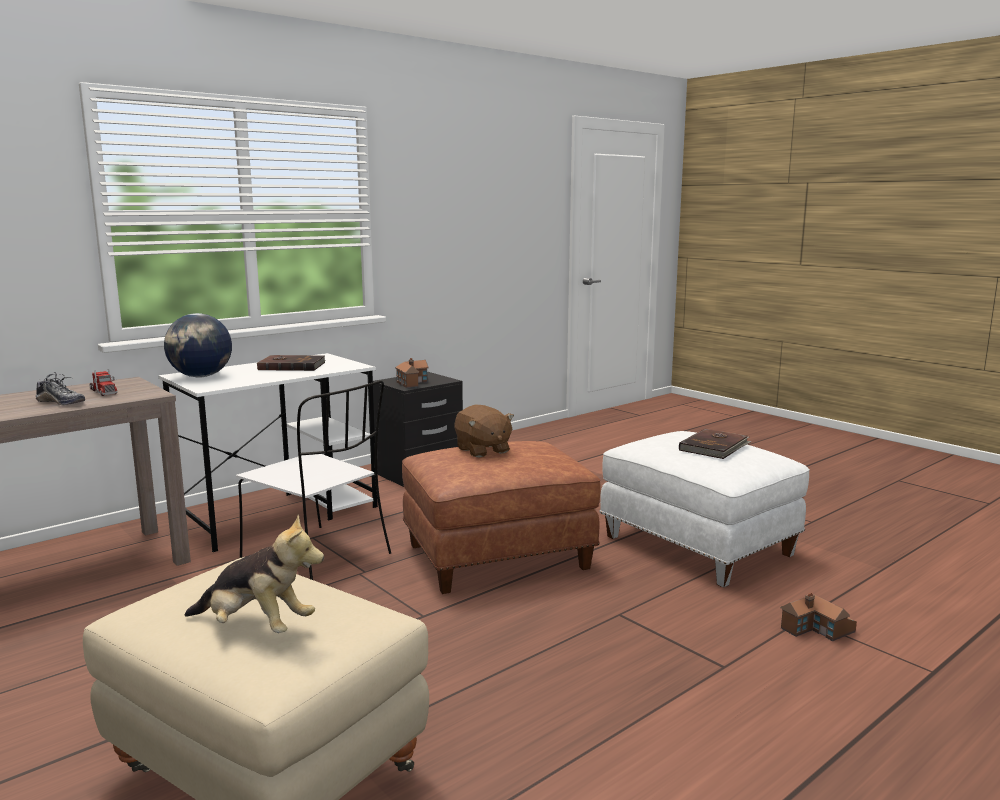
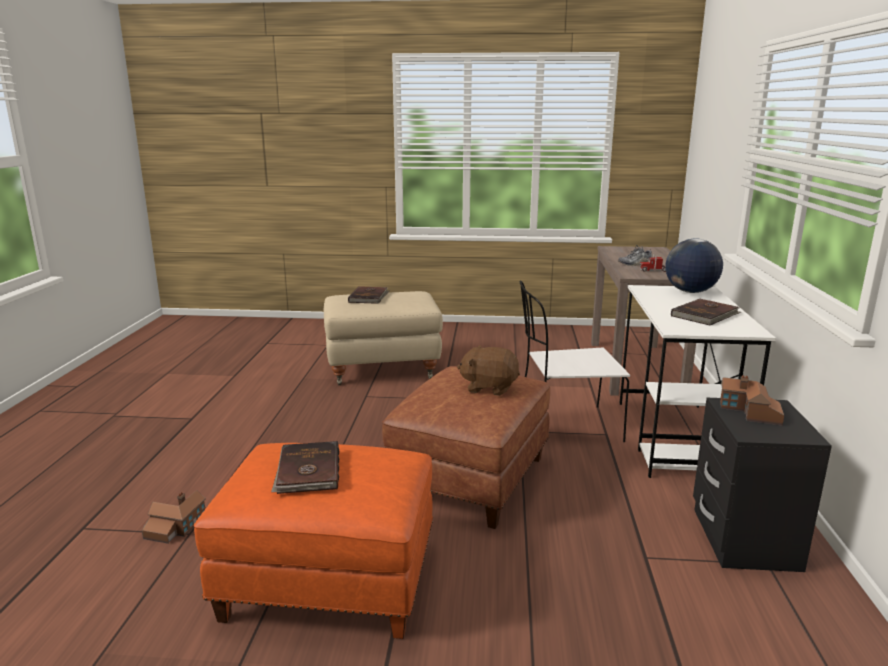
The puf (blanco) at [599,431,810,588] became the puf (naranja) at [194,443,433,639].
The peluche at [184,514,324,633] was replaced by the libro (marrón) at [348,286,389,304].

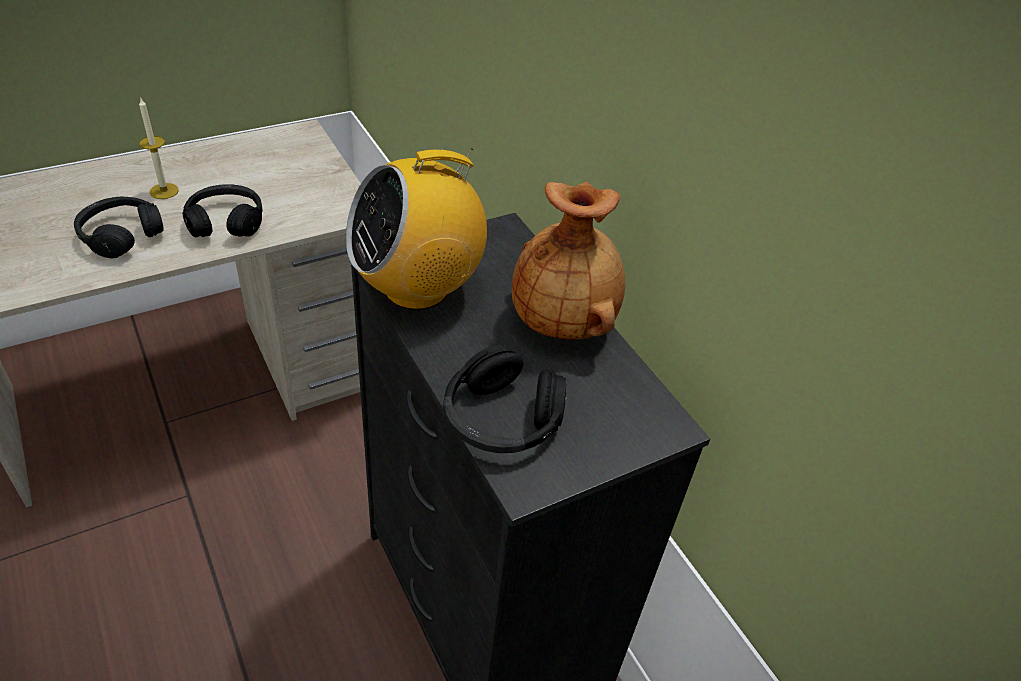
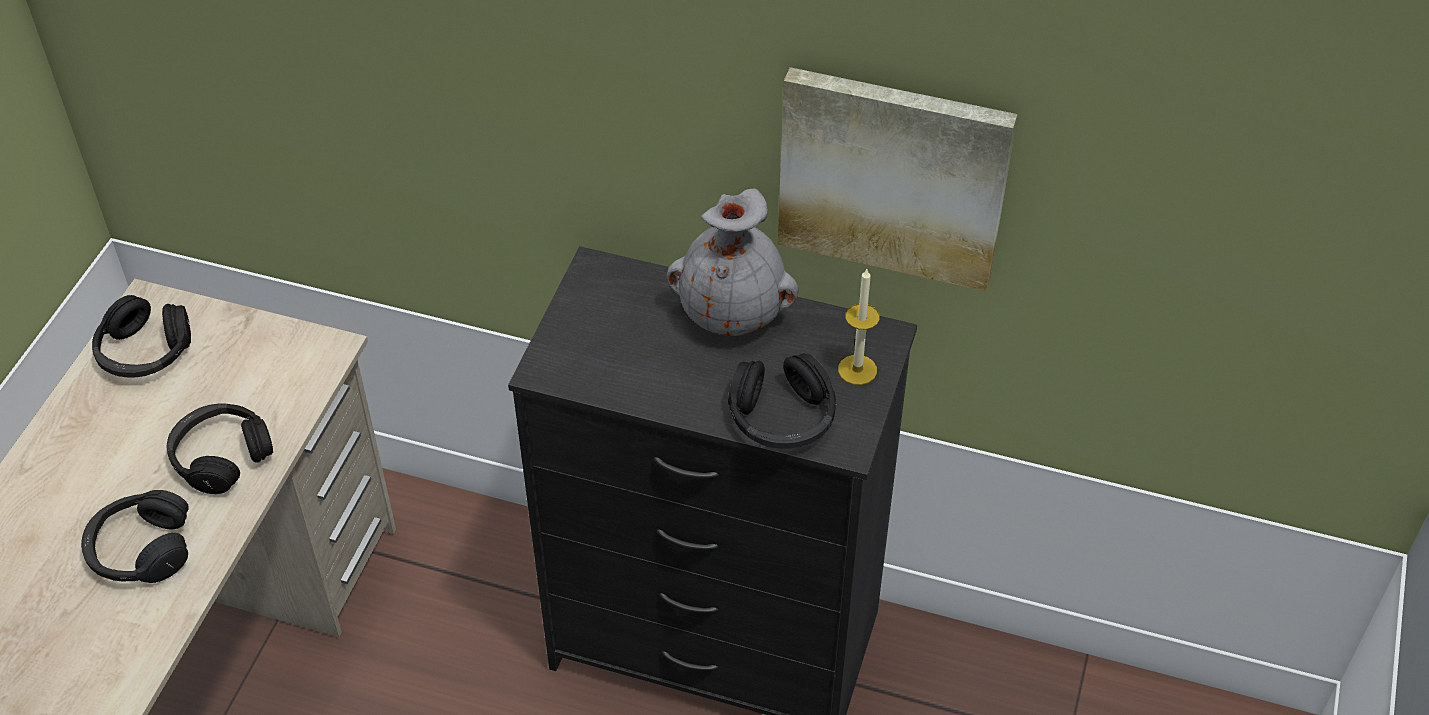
The auriculares (negro) at [92,295,191,378] appeared.
The florero (marrón) at [512,181,625,340] became the florero (gris) at [667,188,799,336].
The cuadro at [778,67,1018,291] appeared.
The vela moved from [139,97,179,199] to [838,269,880,385].
The radio at [346,148,487,310] disappeared.

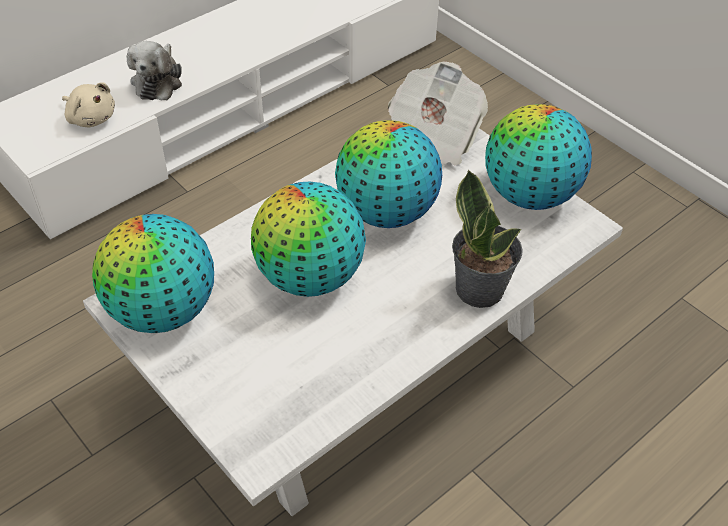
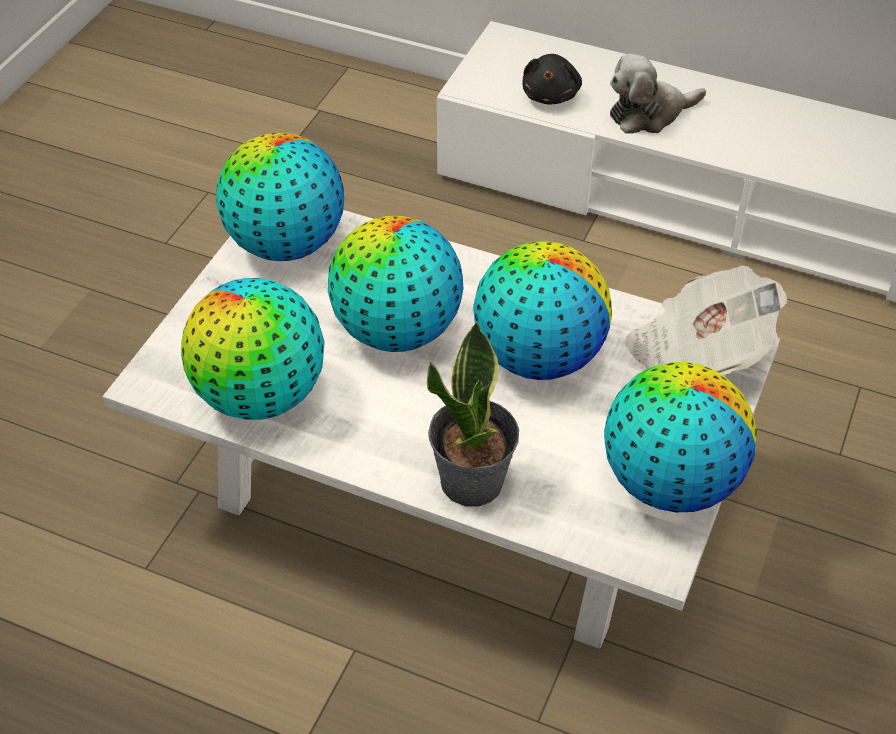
The globo terráqueo at [181,278,325,420] appeared.
The peluche (beis) at [62,82,115,127] became the peluche (negro) at [522,54,582,104].

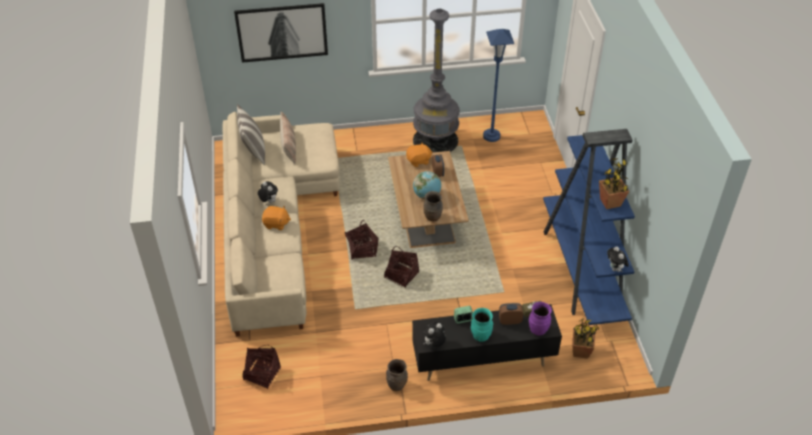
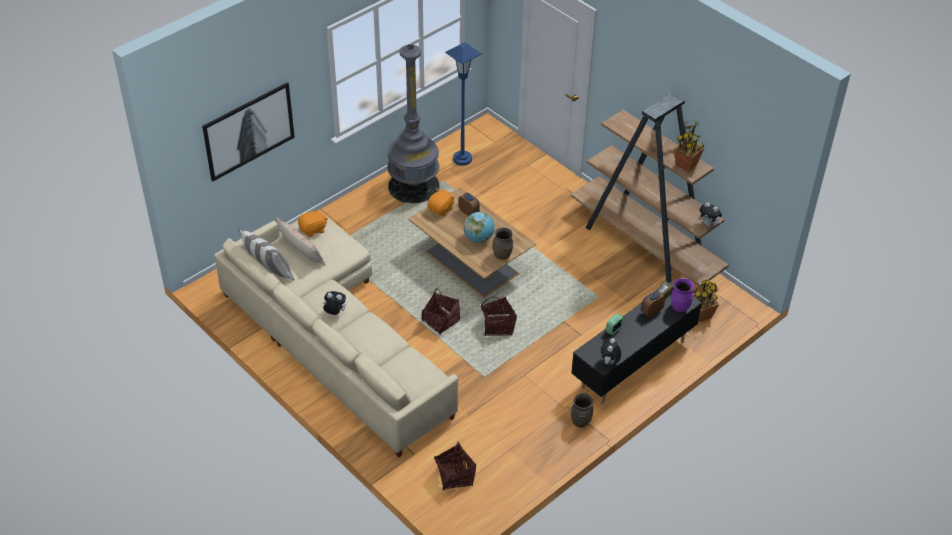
The peluche (naranja) moved from [262,206,291,230] to [298,209,328,237].
The estantería (azul) at [543,129,635,325] became the estantería (marrón) at [571,93,729,287].
The florero (turquesa) at [471,308,493,342] disappeared.

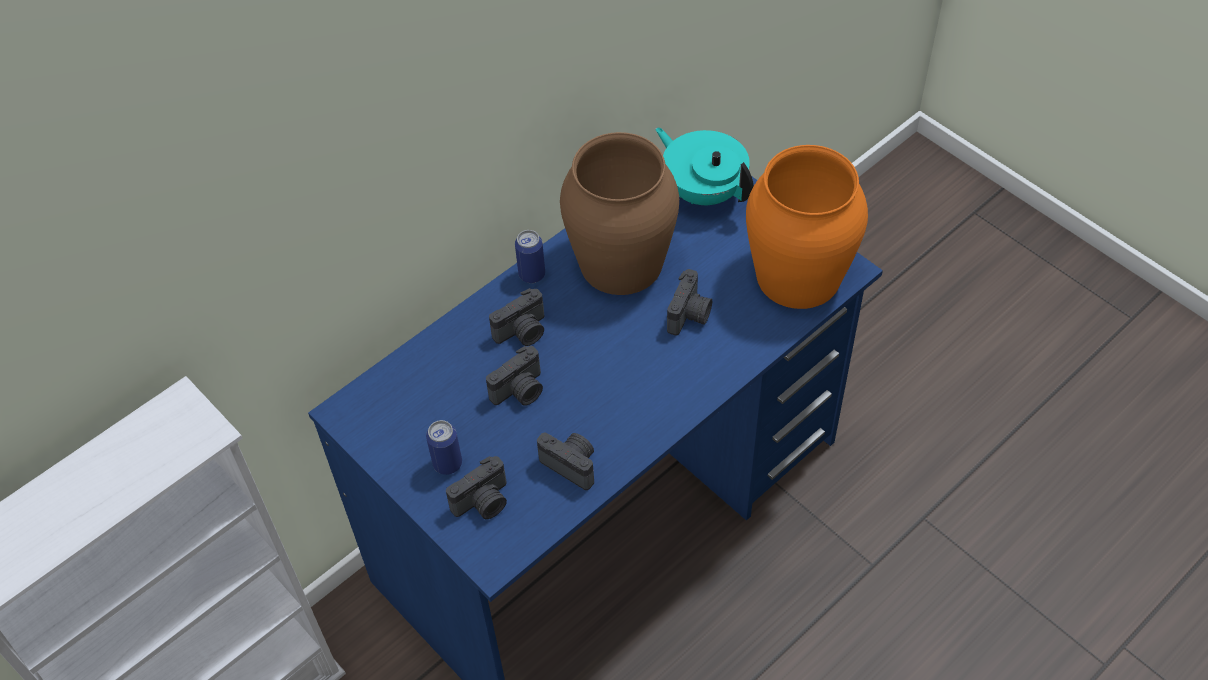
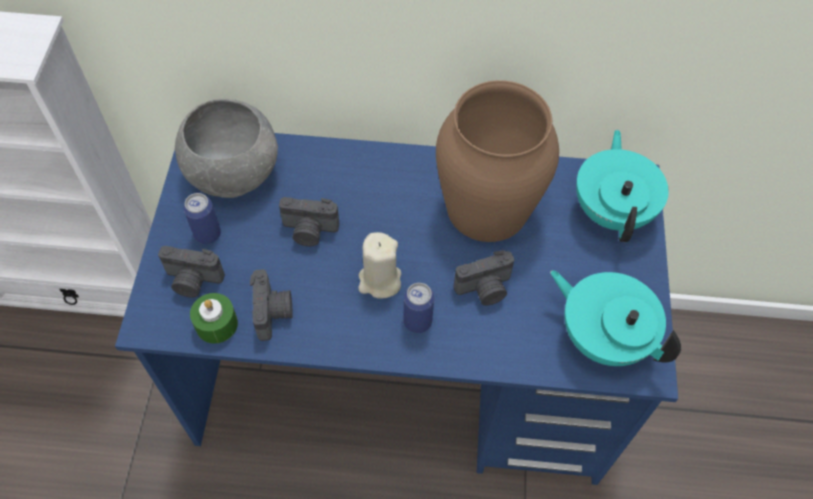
The cuenco (gris) at [175,99,278,198] appeared.
The vela (verde) at [190,293,238,344] appeared.
The vela (beis) at [358,232,401,299] appeared.
The lata moved from [515,230,545,283] to [403,283,434,333].
The florero (naranja) at [746,145,868,309] was replaced by the tetera (turquesa) at [550,270,681,366].
The cámara at [489,288,544,346] disappeared.

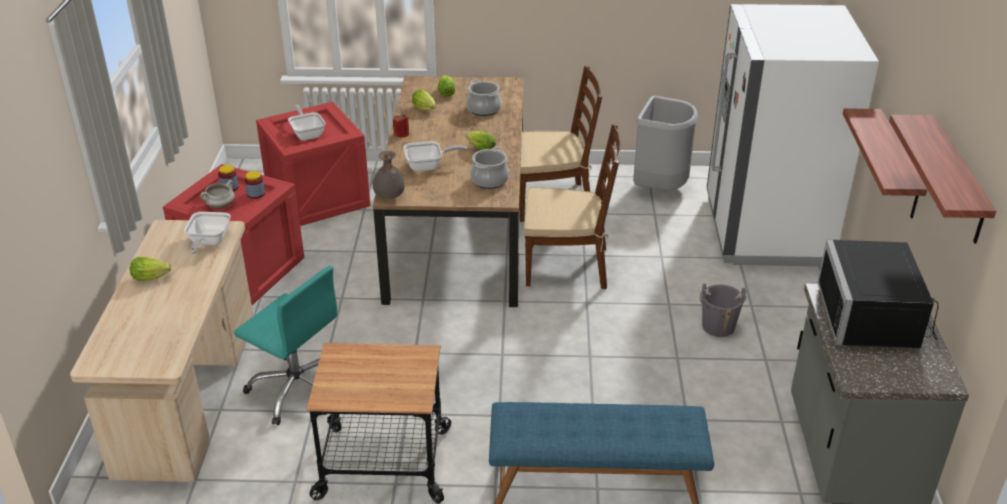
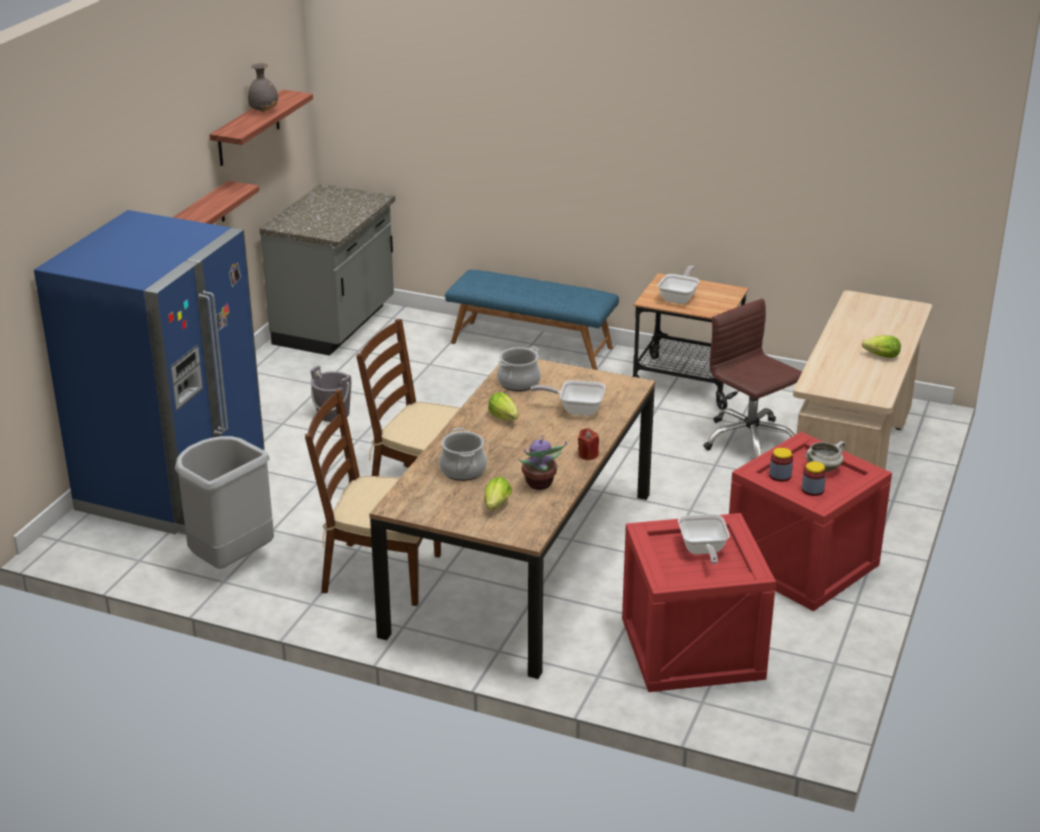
The nevera (blanco) at [707,4,879,266] became the nevera (azul) at [34,210,265,535].
The florero (gris) moved from [373,151,405,199] to [248,63,278,112].
The lechuga at [412,89,436,111] was replaced by the planta en maceta at [518,435,567,490].
The sartén moved from [184,212,231,254] to [658,266,699,304].
The silla de oficina (turquesa) at [234,266,337,425] became the silla de oficina (marrón) at [703,298,802,458].
The microondas (negro) at [817,240,939,348] disappeared.

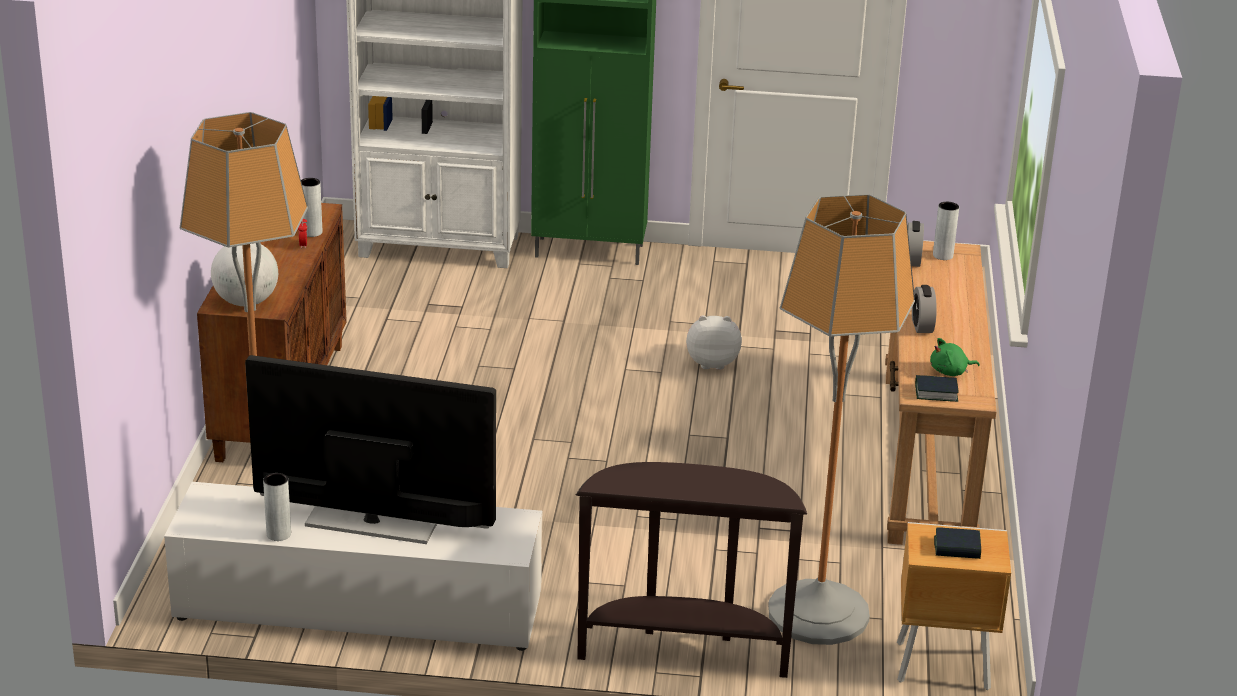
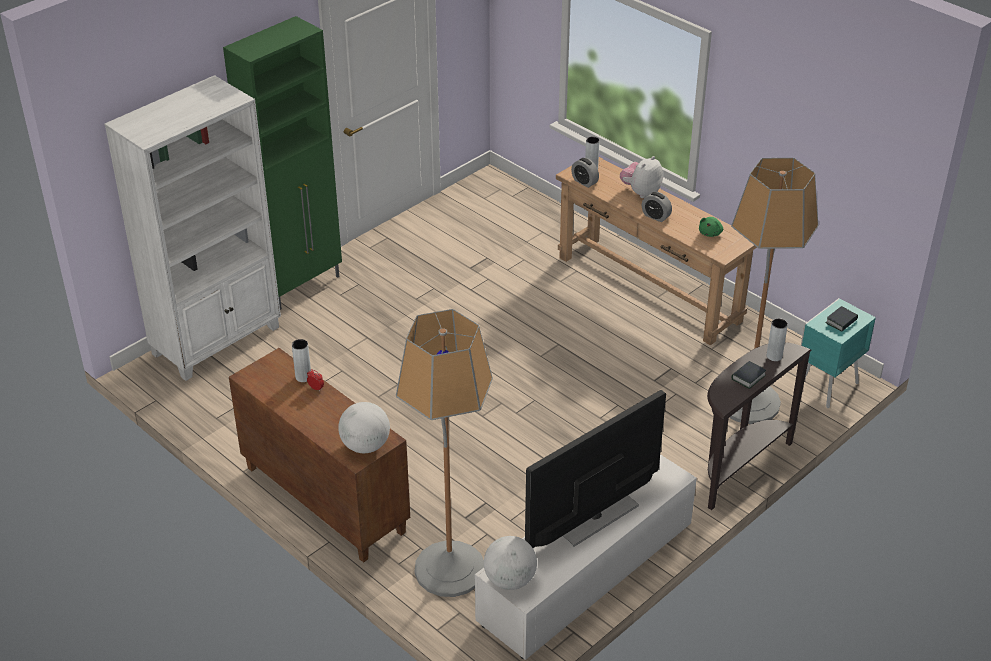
The globo terráqueo at [484,536,537,590] appeared.
The peluche moved from [686,315,742,370] to [620,156,663,198].
The libro moved from [915,375,958,402] to [732,361,766,389].
The florero (gris) moved from [263,473,291,541] to [767,318,788,361].
The mesita de noche (marrón) at [897,522,1011,690] became the mesita de noche (turquesa) at [801,298,876,408].

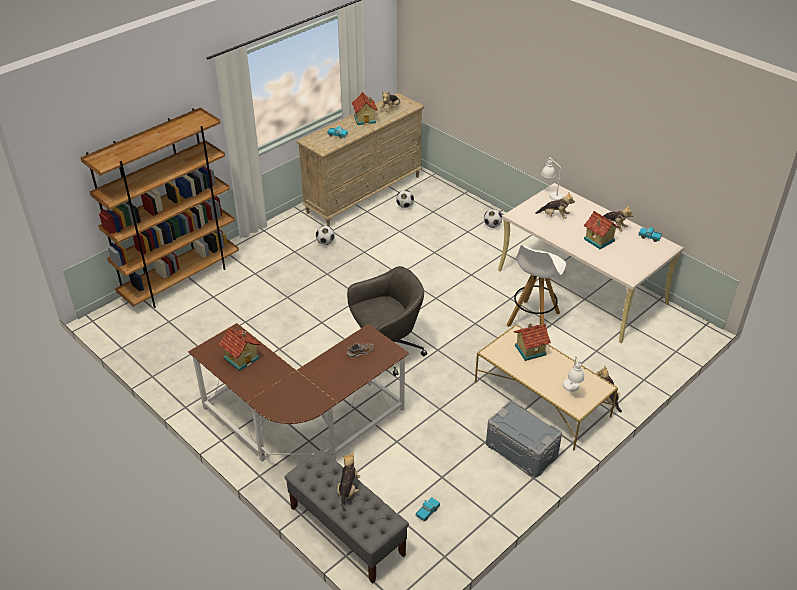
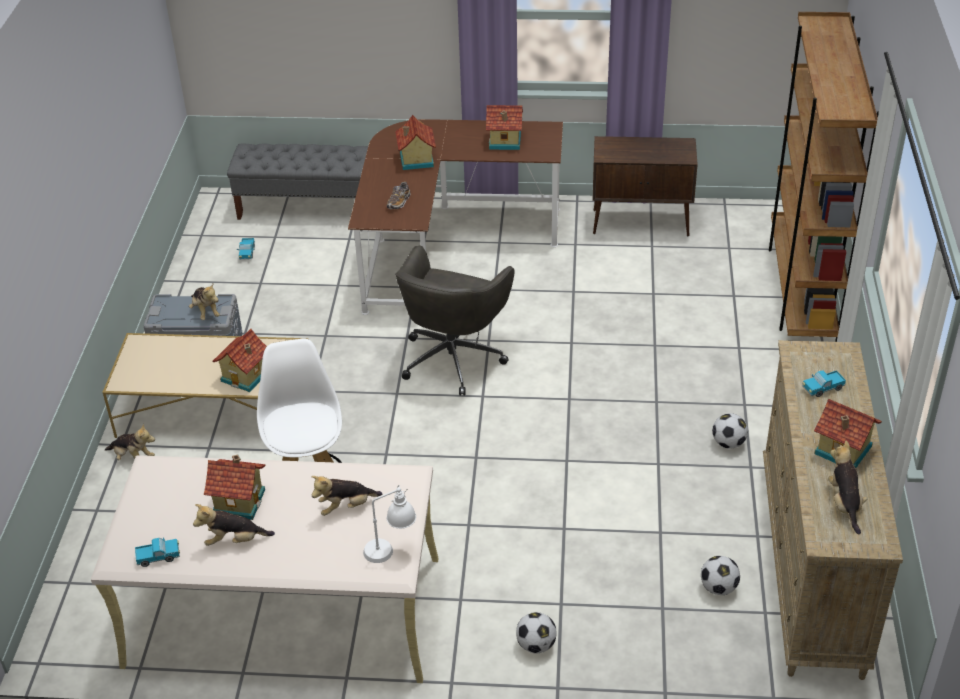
The peluche moved from [337,452,360,511] to [189,283,220,320].
The casita at [395,115,436,170] appeared.
The armario (marrón) at [593,136,698,236] appeared.
The lámpara de mesa (blanco) at [562,356,585,392] disappeared.

